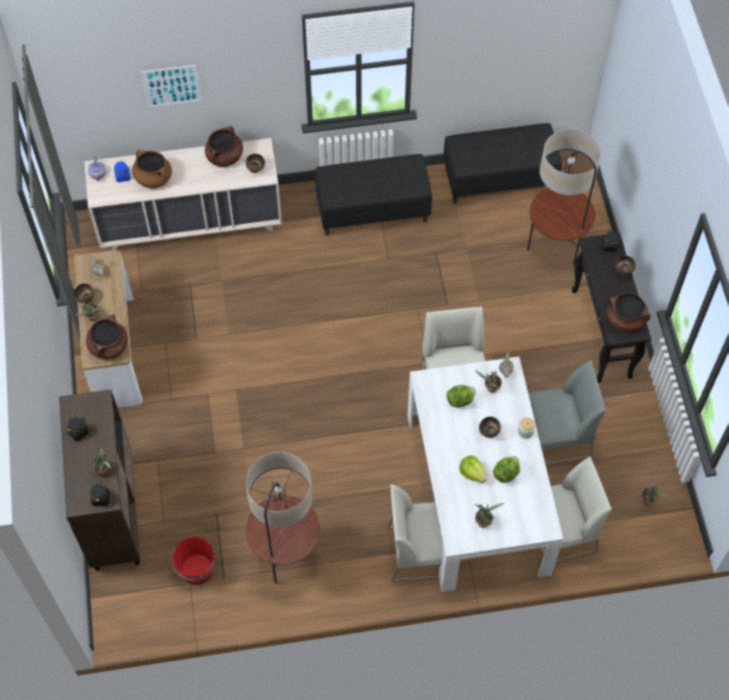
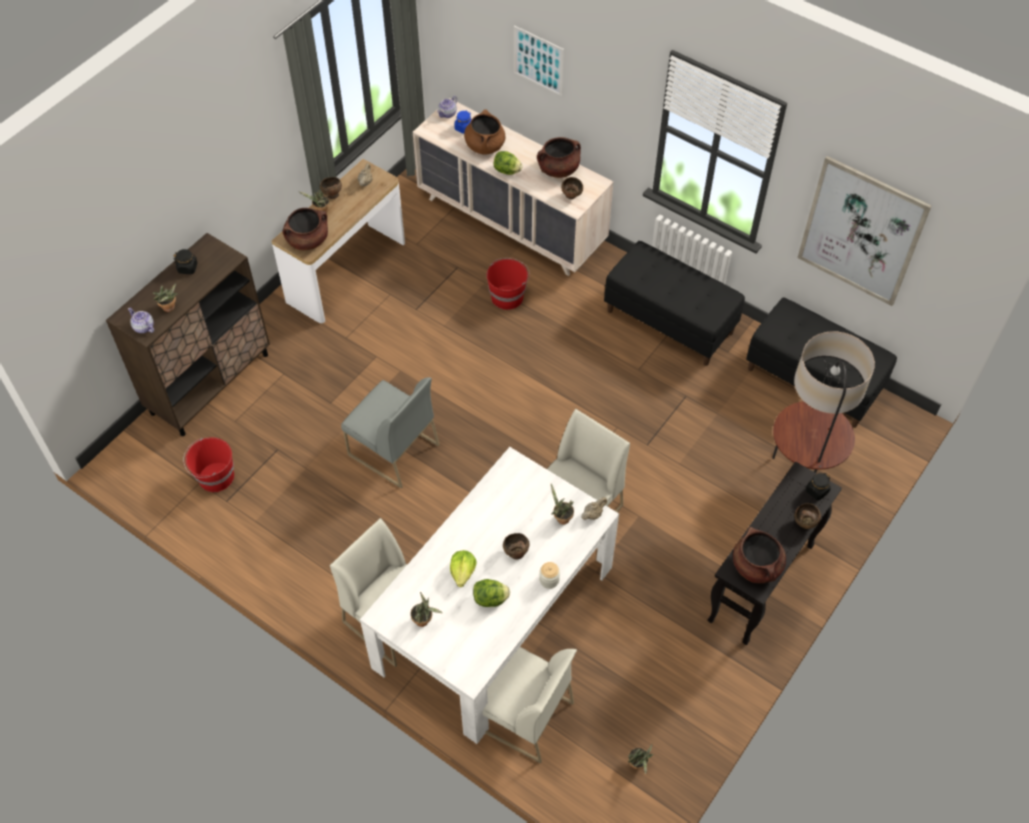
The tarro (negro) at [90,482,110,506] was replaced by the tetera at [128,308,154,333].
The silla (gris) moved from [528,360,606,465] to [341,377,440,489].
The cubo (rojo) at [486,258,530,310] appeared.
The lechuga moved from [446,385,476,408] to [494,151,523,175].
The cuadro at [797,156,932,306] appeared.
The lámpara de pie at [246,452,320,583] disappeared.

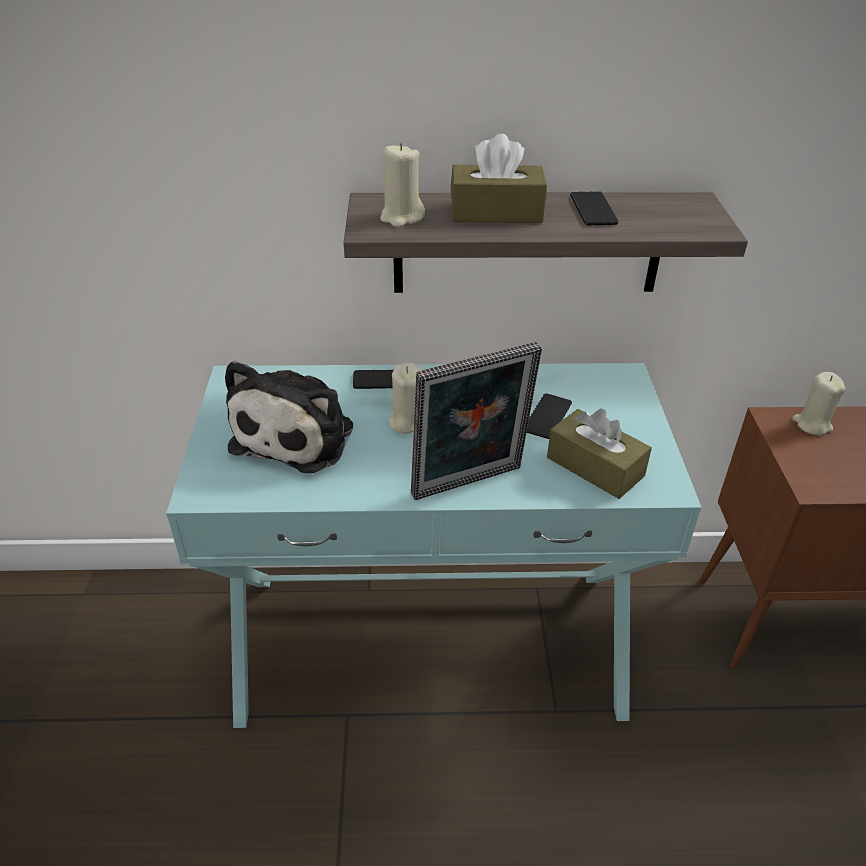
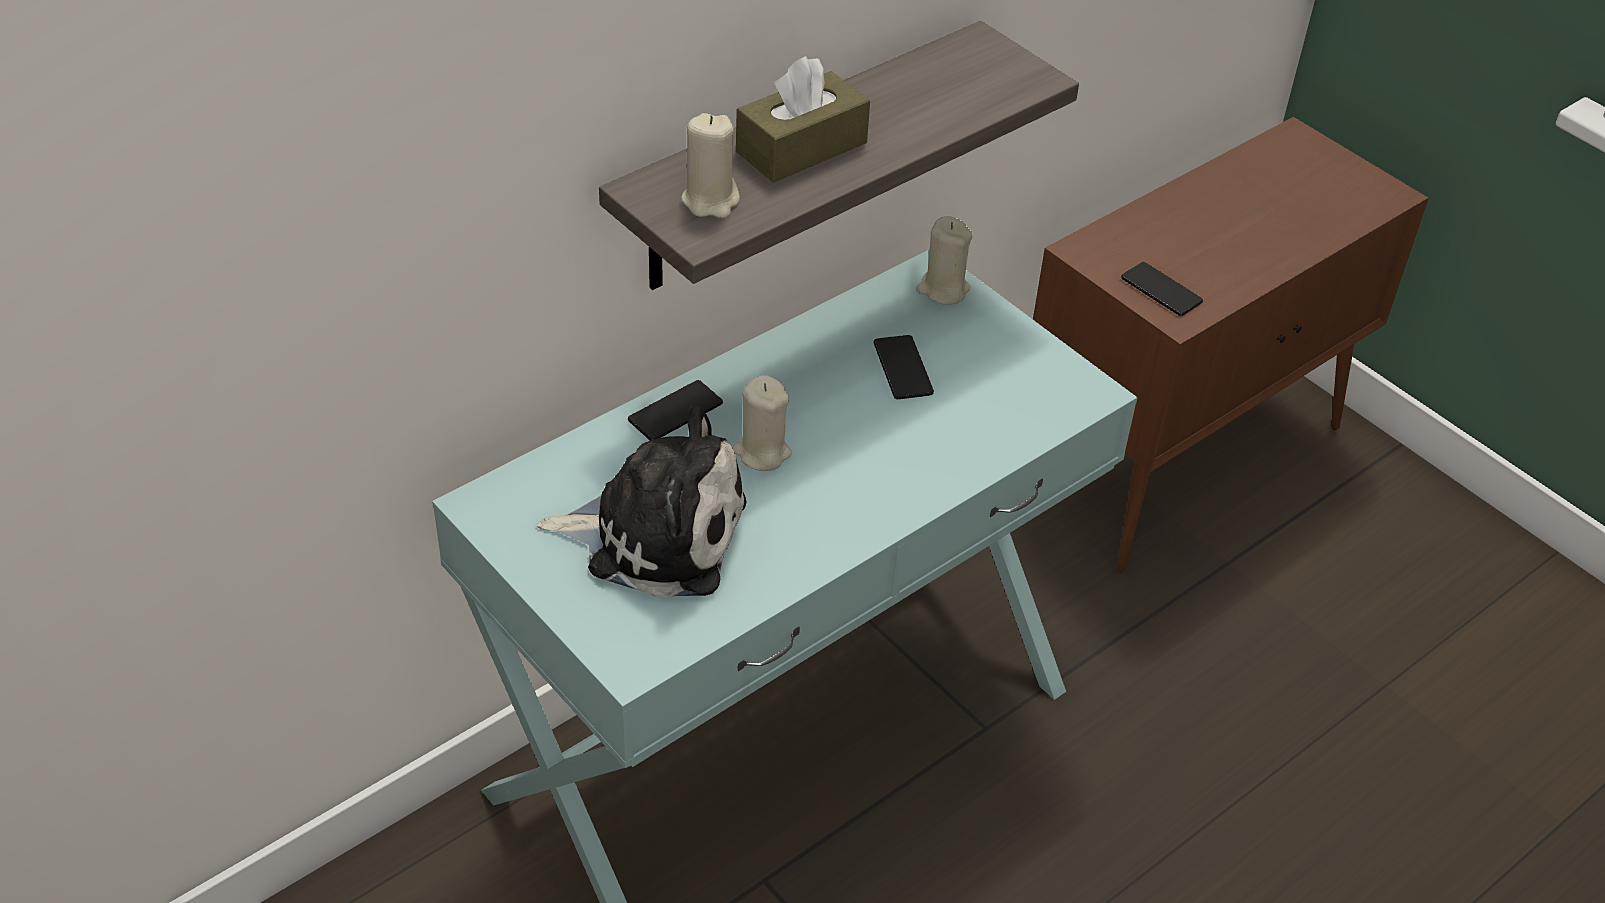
The peluche at [225,361,353,473] turned 60 degrees counterclockwise.
The vela (beis) moved from [792,372,846,435] to [916,216,973,305].
The móvil moved from [570,191,619,225] to [1121,262,1203,316].
The portarretratos at [411,342,542,500] disappeared.
The caja de pañuelos (marrón) at [547,409,652,499] disappeared.

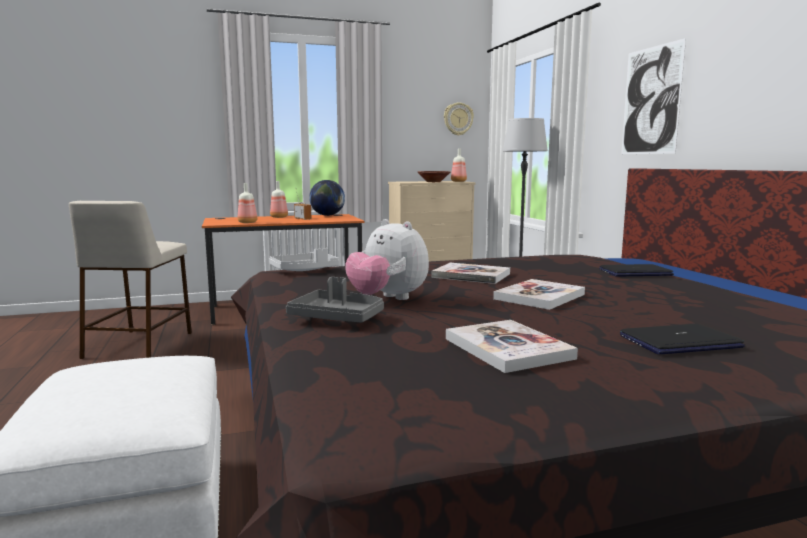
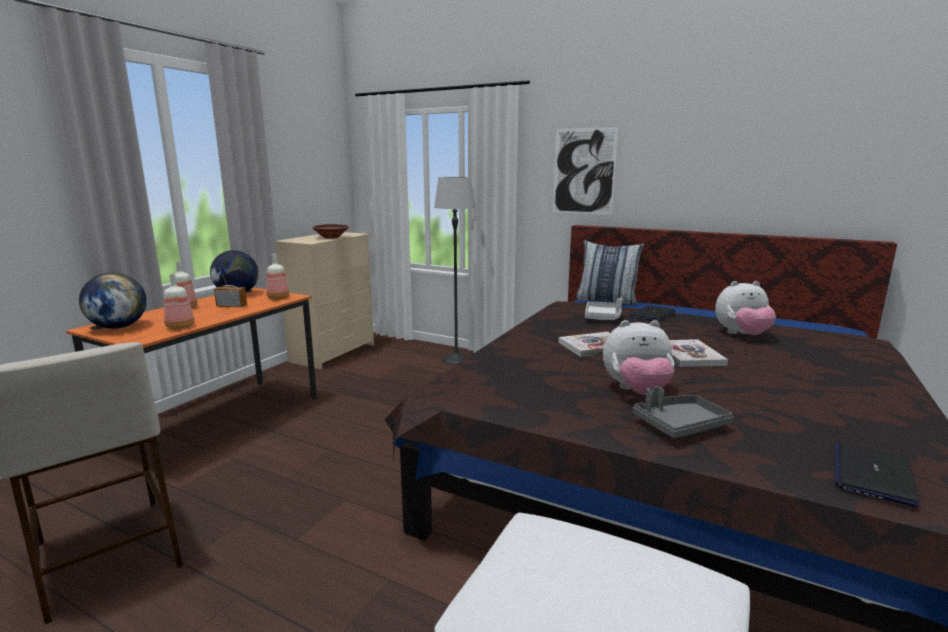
The globo terráqueo at [79,273,147,329] appeared.
The botella moved from [451,148,467,182] to [266,254,290,300].
The cojín at [576,240,644,305] appeared.
The bandeja (gris) moved from [269,248,339,271] to [585,297,622,320].
The peluche at [715,281,776,335] appeared.
The portátil moved from [620,324,745,354] to [834,443,920,507].
The reloj de pared at [444,102,474,136] disappeared.
The libro at [446,320,578,373] disappeared.

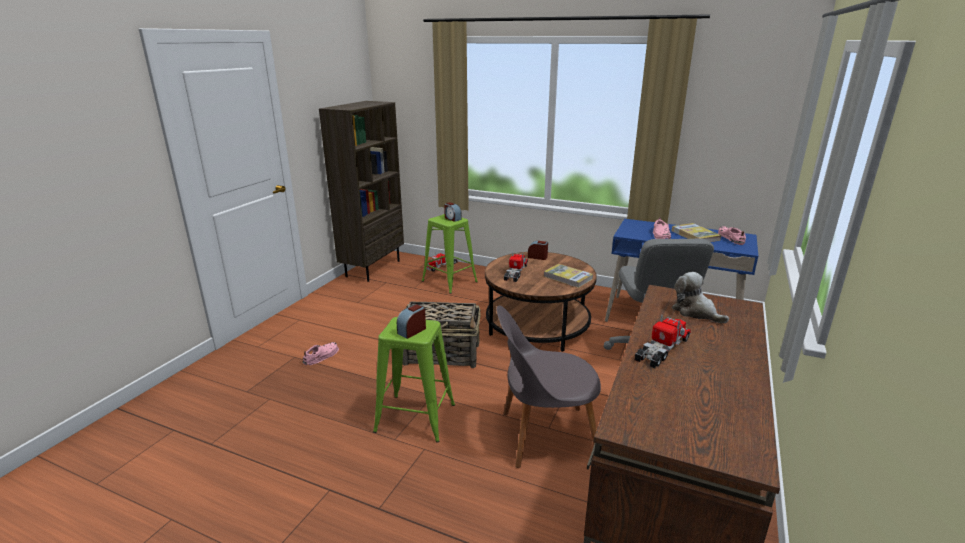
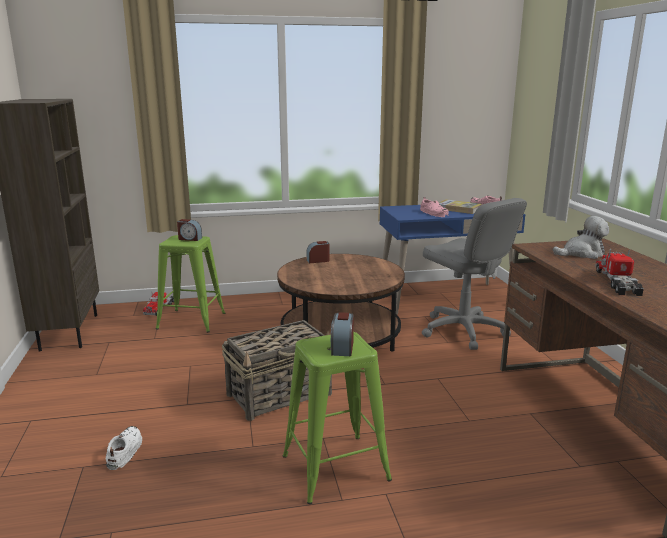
The zapato (rosa) at [302,342,339,365] became the zapato (blanco) at [106,426,142,470].
The peluche at [672,272,729,323] turned 150 degrees clockwise.
The silla (gris) at [496,306,601,468] disappeared.
The camión de juguete at [504,252,528,282] disappeared.
The libro at [544,264,593,288] disappeared.

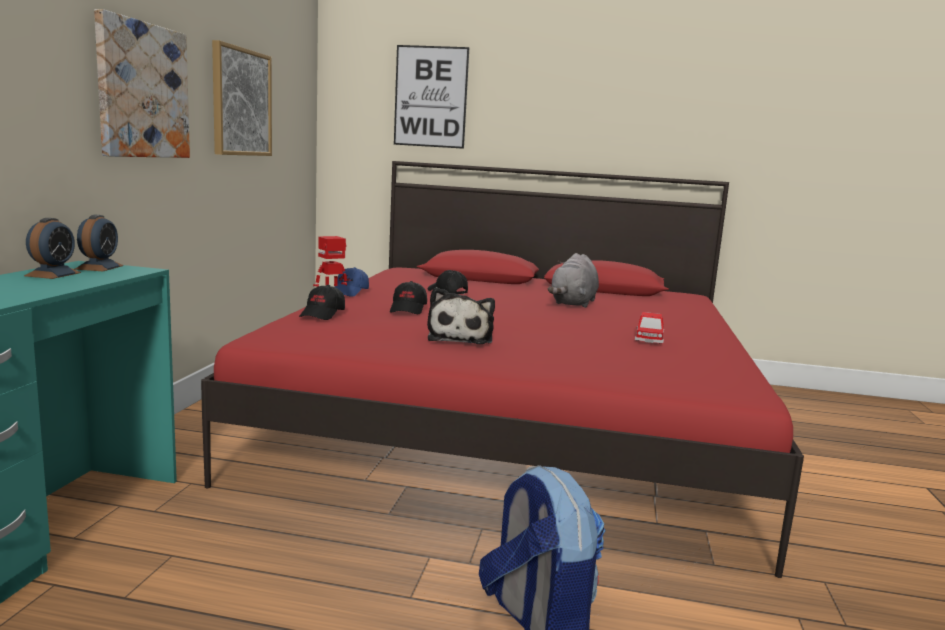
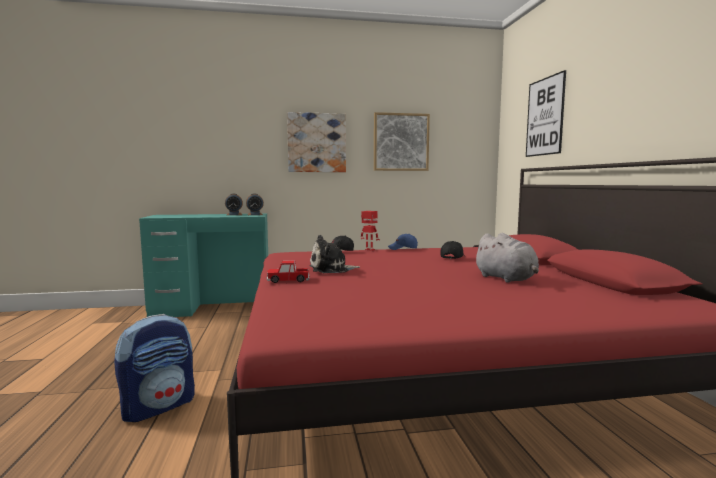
The coche de juguete moved from [635,312,664,344] to [267,260,310,283].
The peluche (gris) at [548,253,599,308] turned 120 degrees counterclockwise.
The gorra (negro) at [390,281,427,314] disappeared.

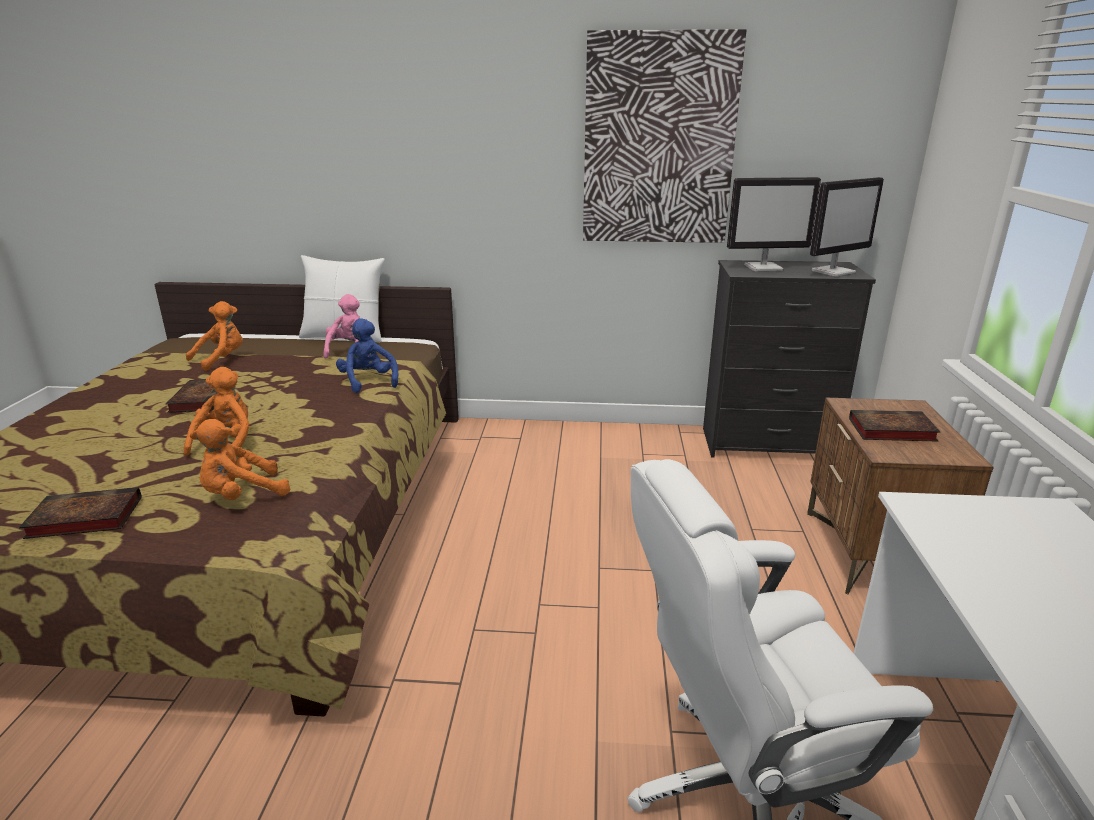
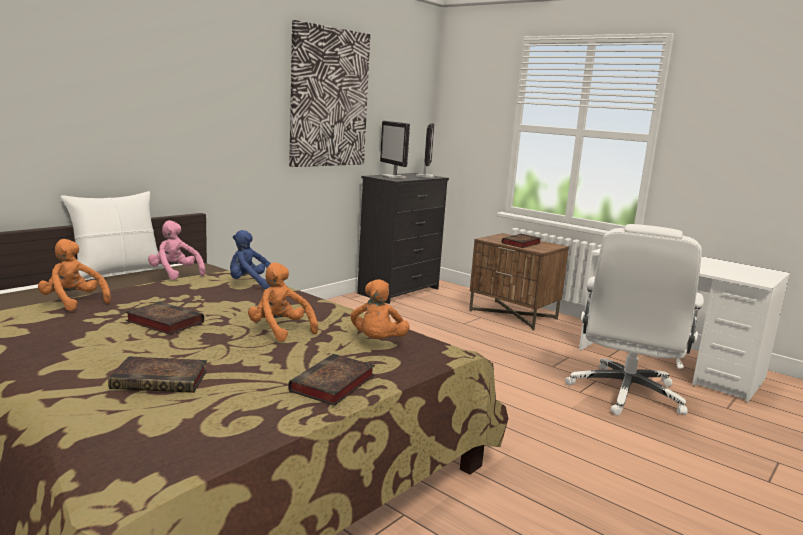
The peluche (naranja) at [186,301,243,371] turned 45 degrees counterclockwise.
The libro at [108,356,207,393] appeared.
The monitor at [727,177,821,271] turned 120 degrees clockwise.

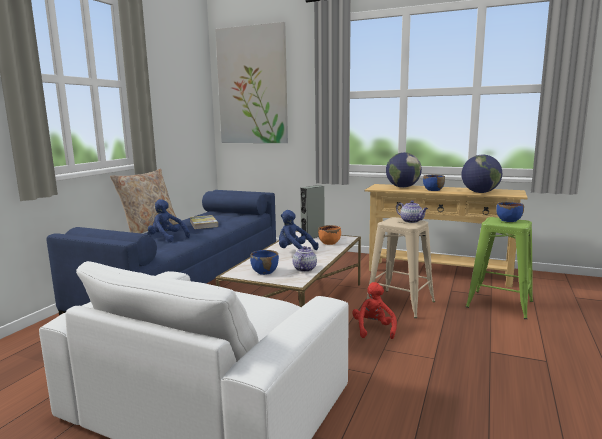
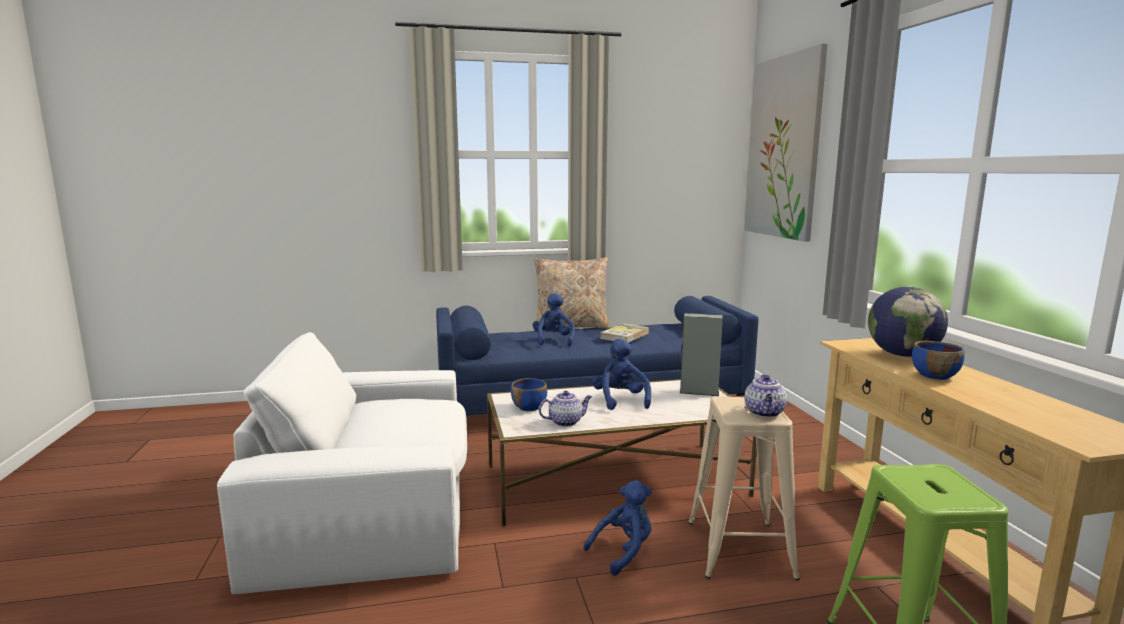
The peluche (rojo) at [352,282,397,339] became the peluche (azul) at [583,480,652,576].
The cuenco (naranja) at [318,225,341,245] disappeared.
The globo terráqueo at [461,155,502,193] disappeared.
The cuenco (azul) at [496,202,524,222] disappeared.

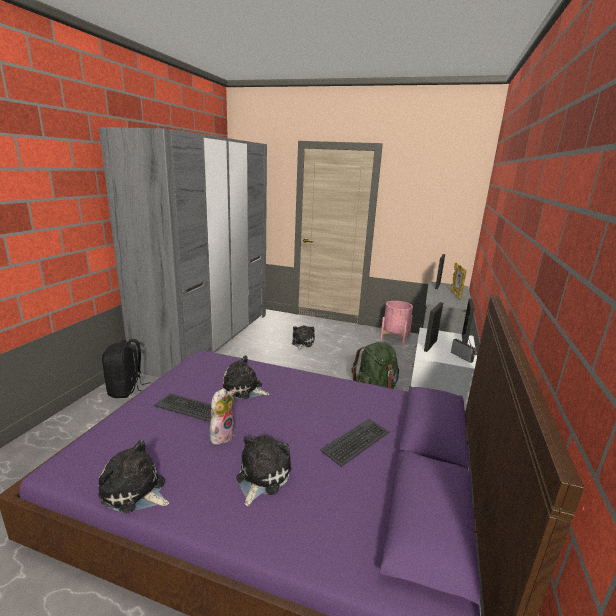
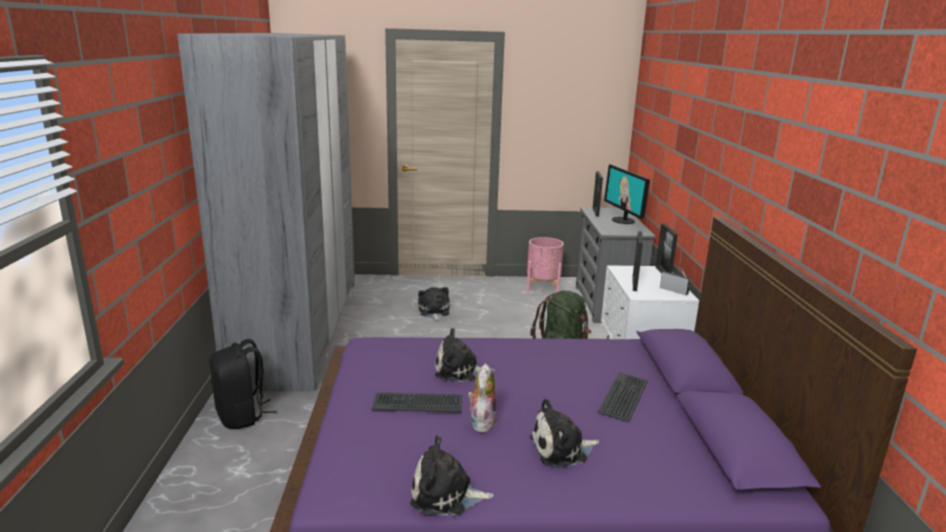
The peluche at [236,435,292,506] turned 105 degrees counterclockwise.
The portarretratos at [450,262,467,299] was replaced by the monitor at [604,164,650,224].

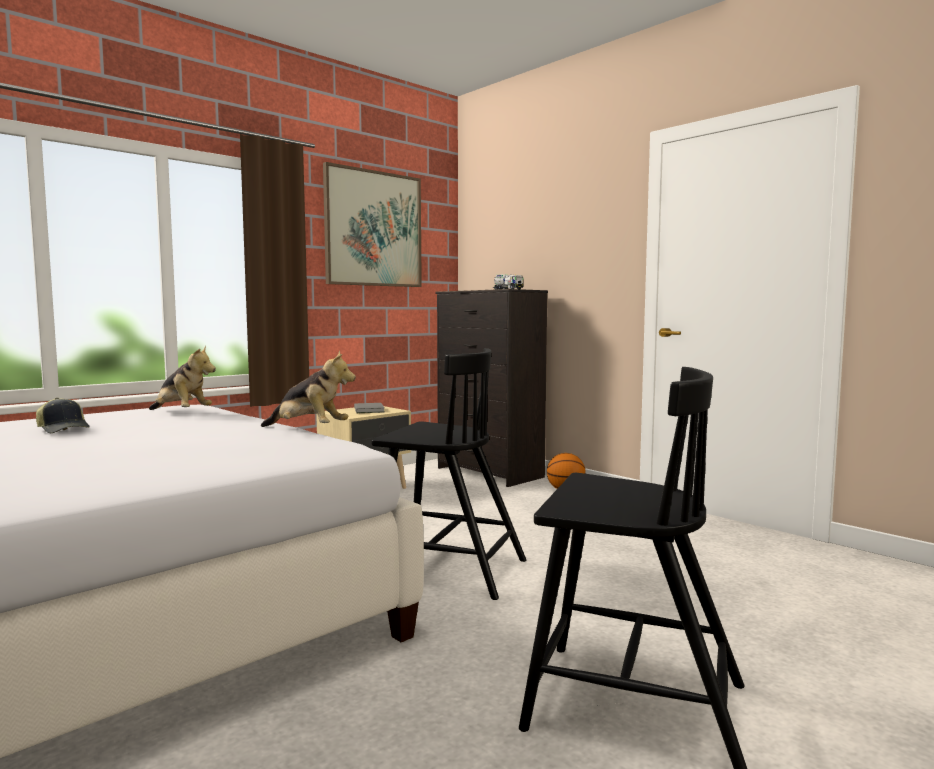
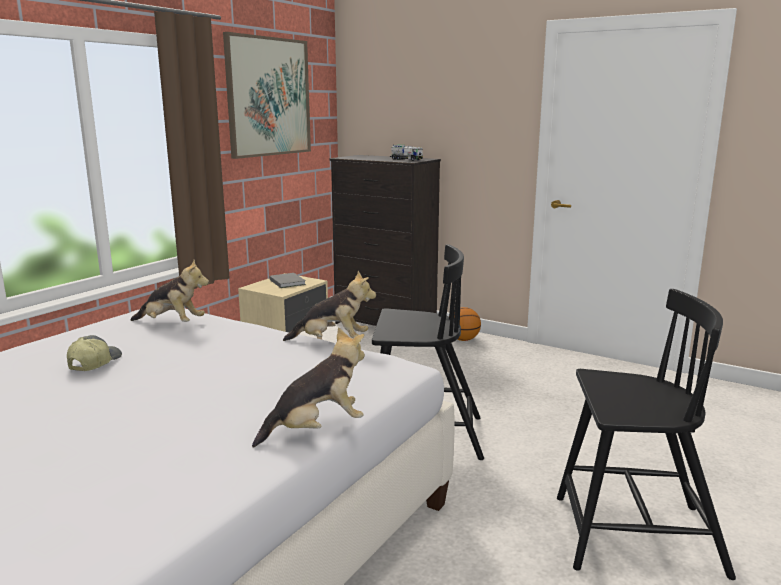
The gorra at [36,398,90,433] turned 105 degrees counterclockwise.
The peluche at [252,327,365,448] appeared.

